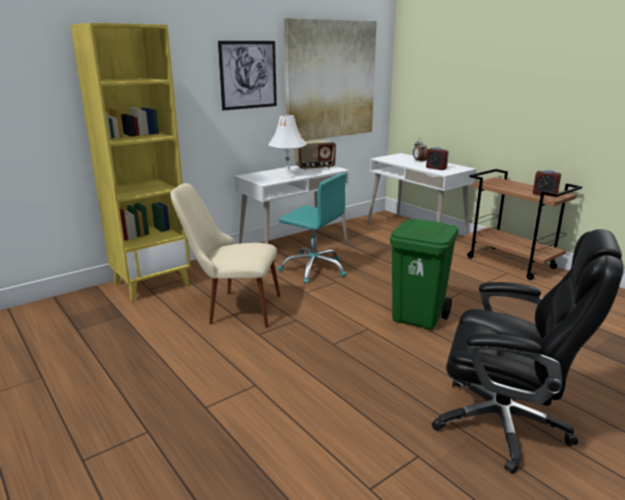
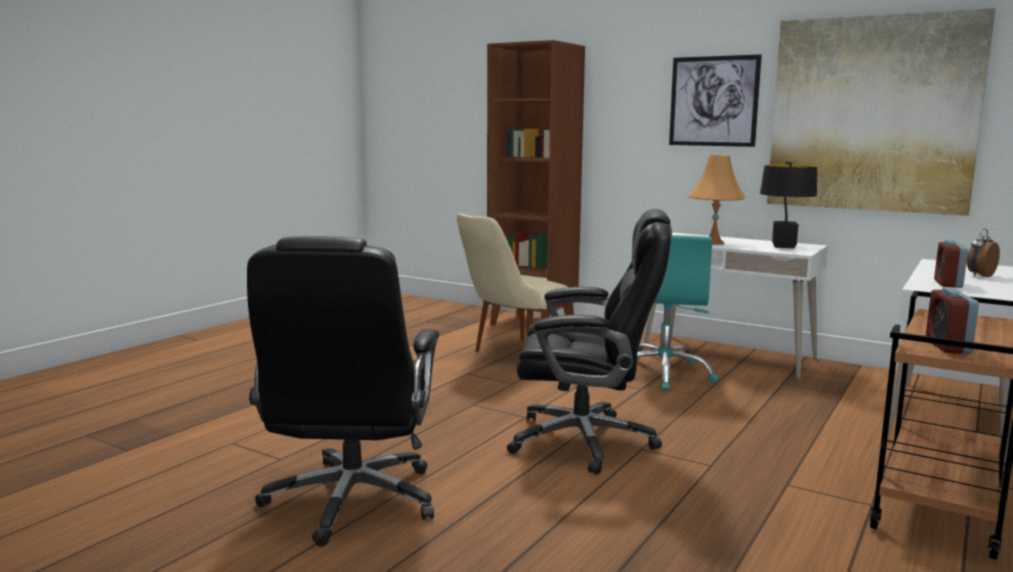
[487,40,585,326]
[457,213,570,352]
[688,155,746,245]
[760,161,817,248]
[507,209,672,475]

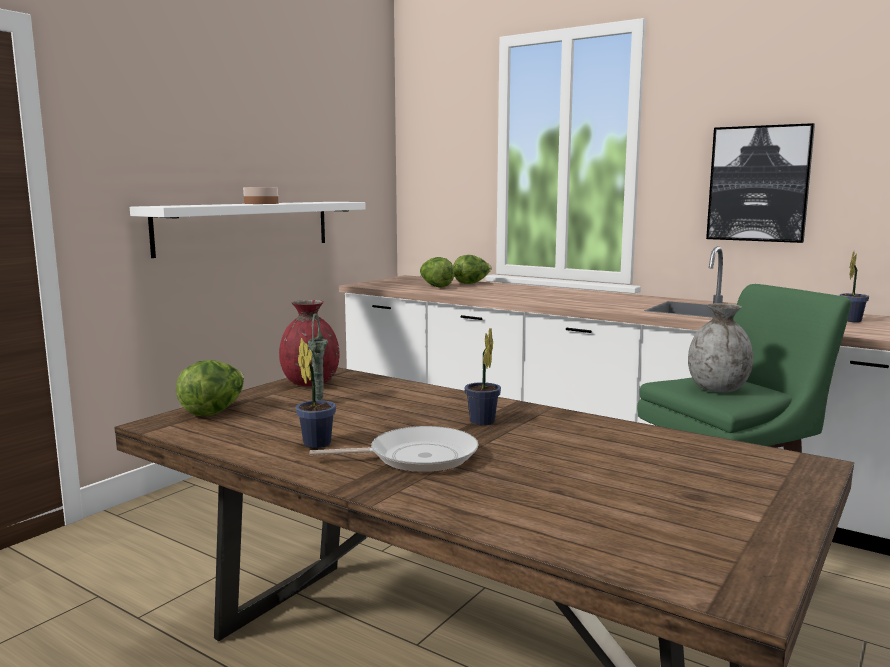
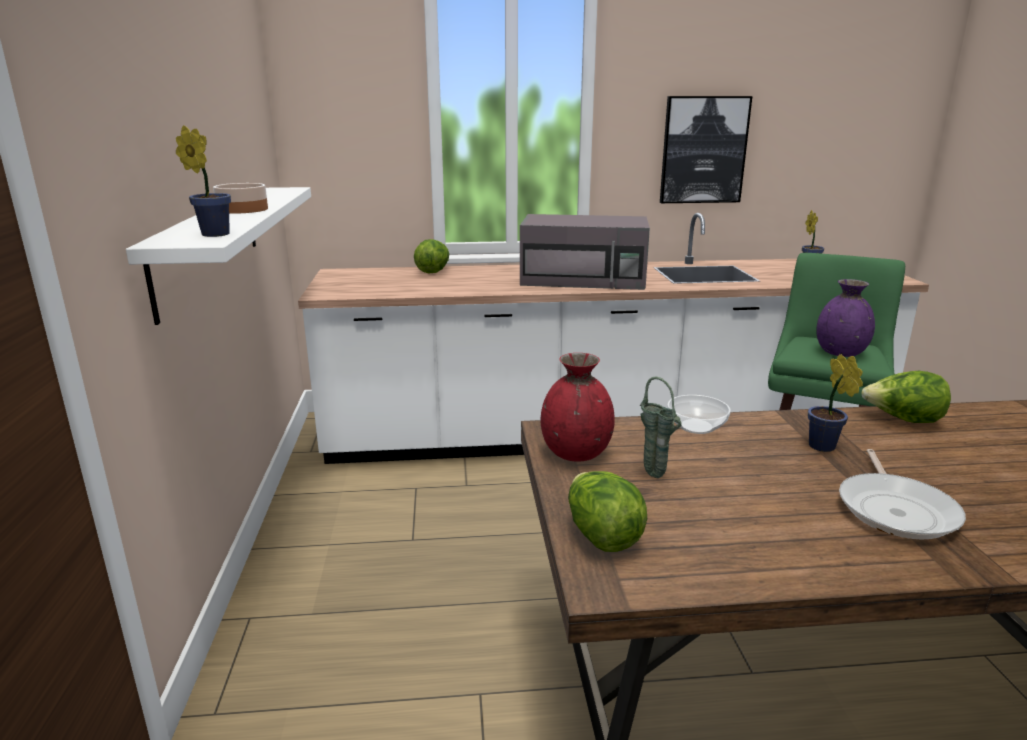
[176,125,231,237]
[839,449,966,539]
[861,371,951,423]
[816,279,875,357]
[520,214,650,290]
[667,395,731,434]

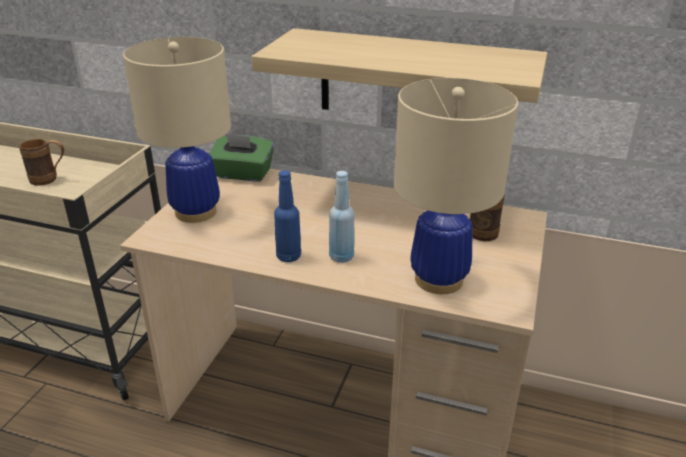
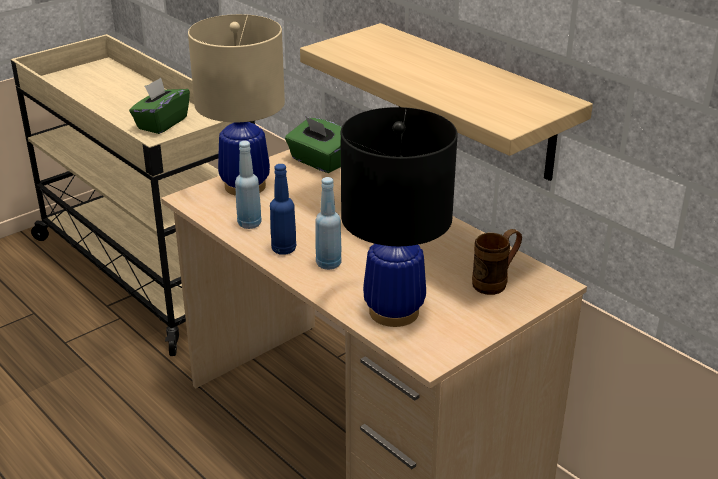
[129,78,190,134]
[341,107,458,327]
[235,141,262,229]

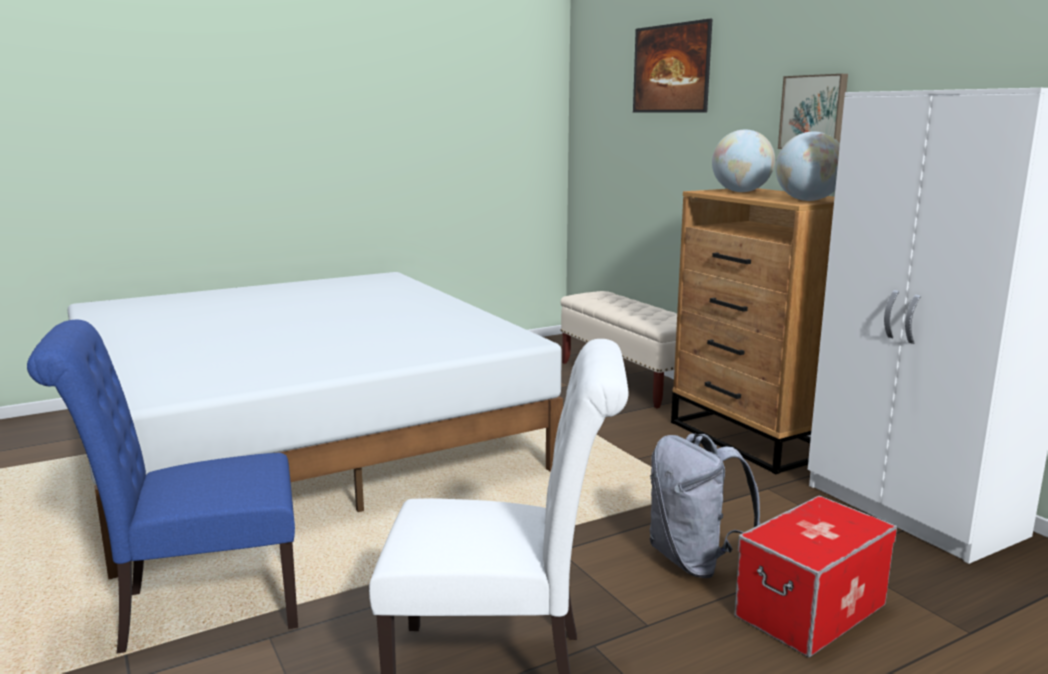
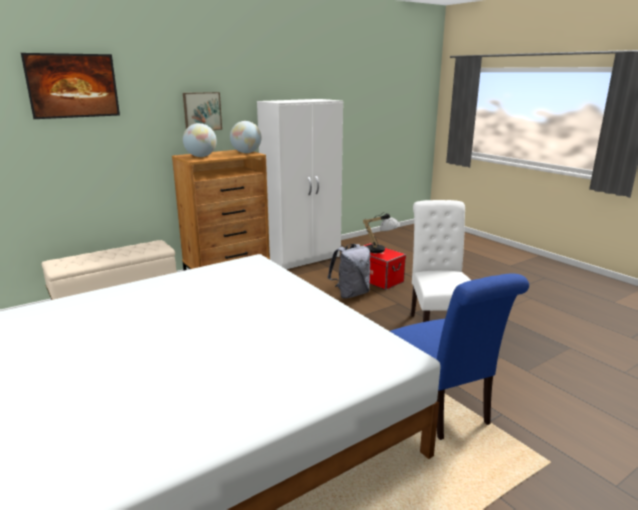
[363,212,400,253]

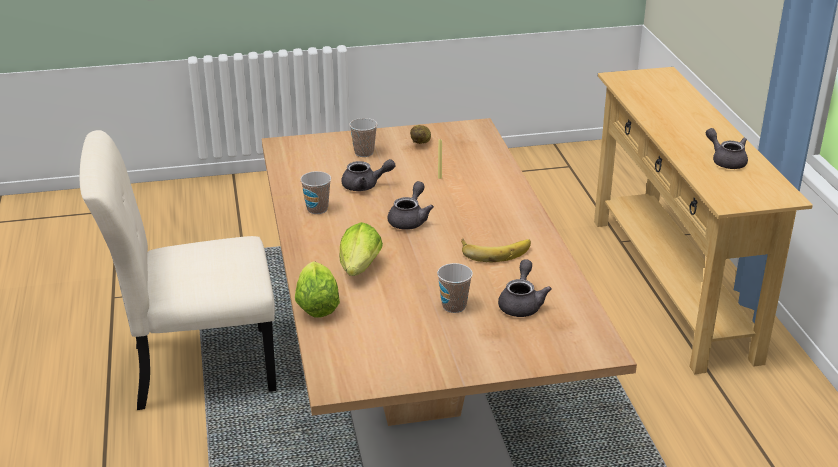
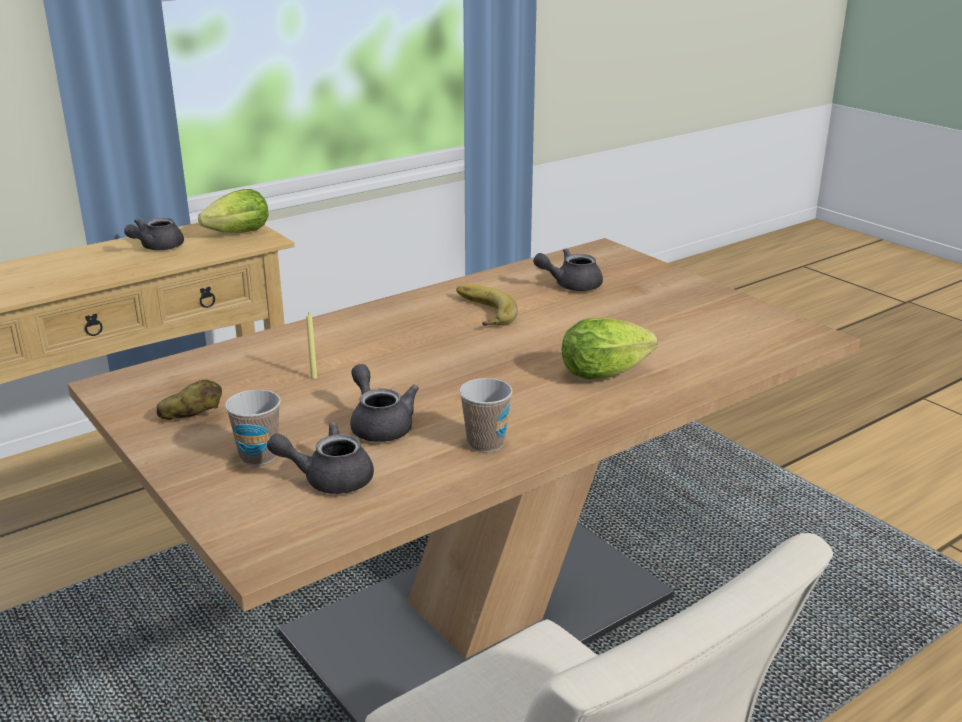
[198,189,268,233]
[267,422,374,494]
[437,263,473,313] (first image)

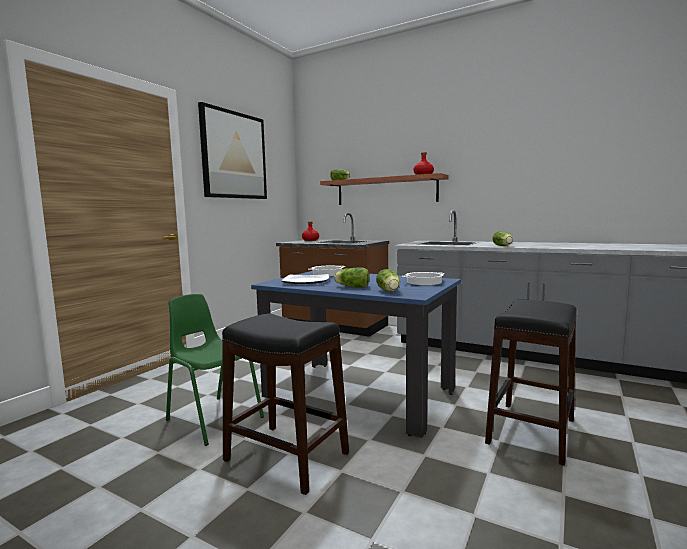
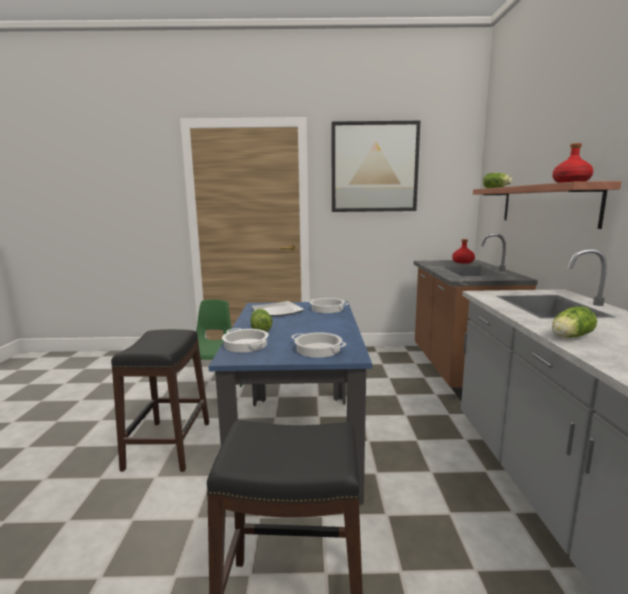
[222,328,269,352]

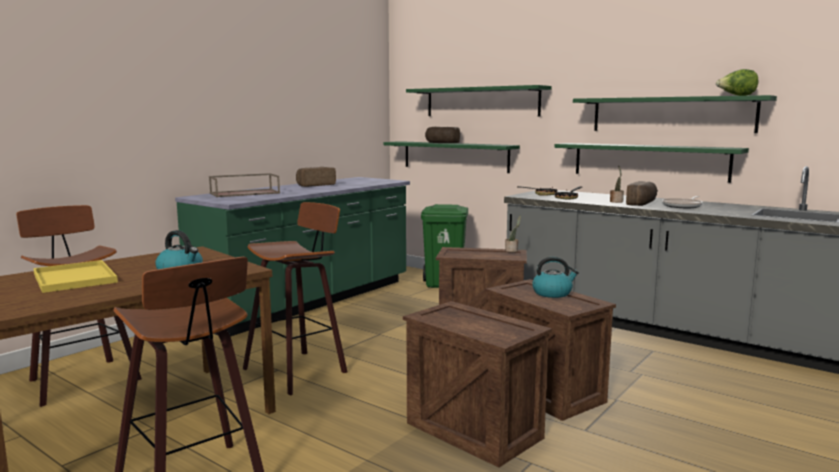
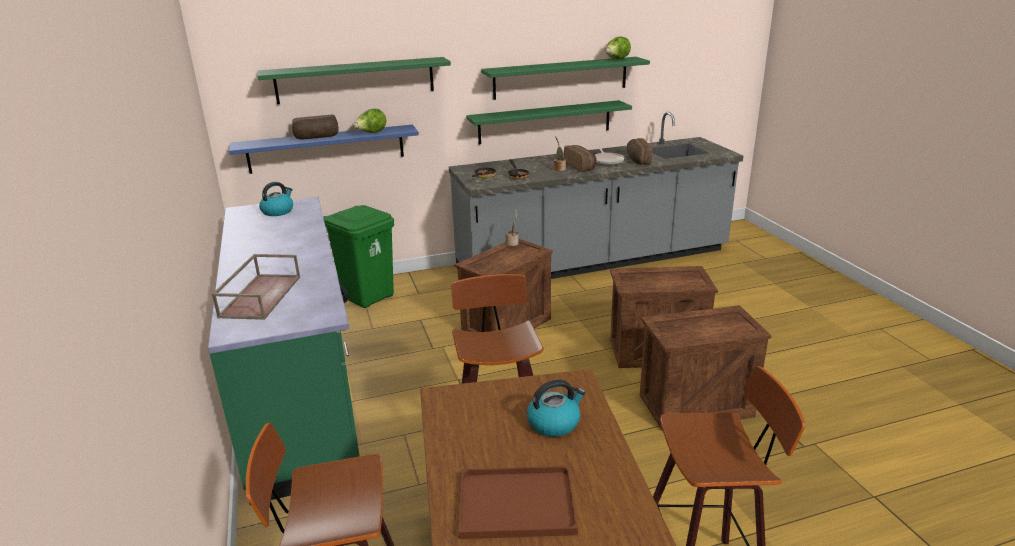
[458,466,578,539]
[627,138,652,165]
[229,125,419,174]
[259,182,293,216]
[354,109,386,133]

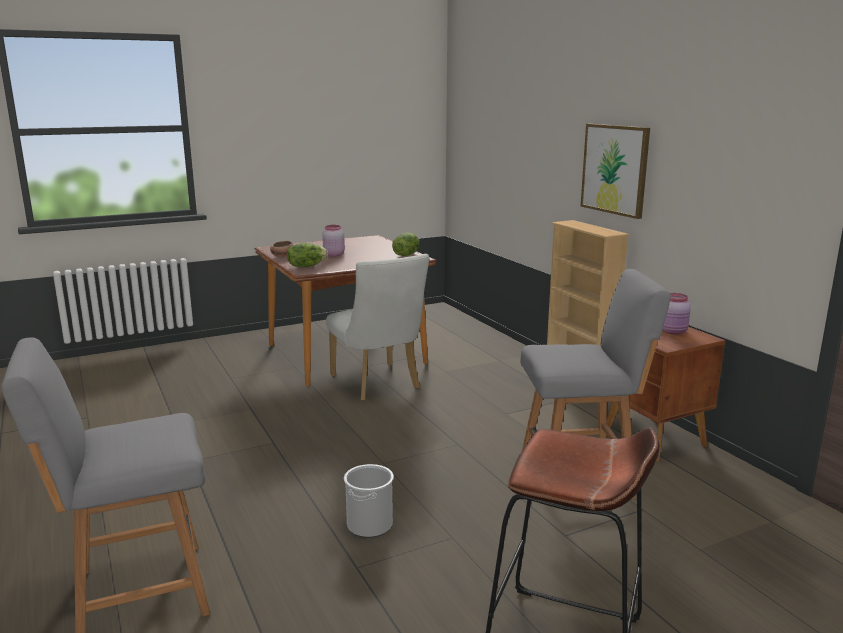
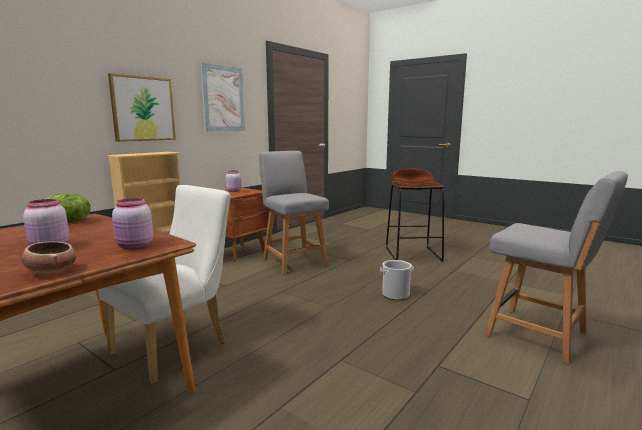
[112,198,153,250]
[200,63,245,131]

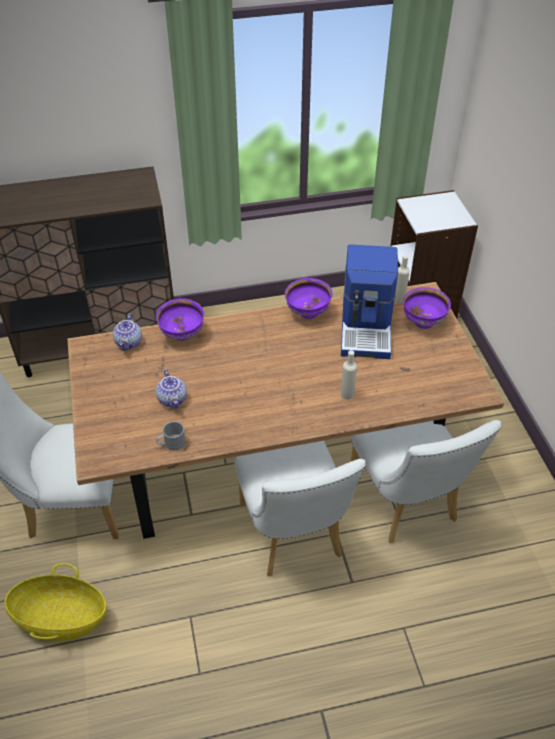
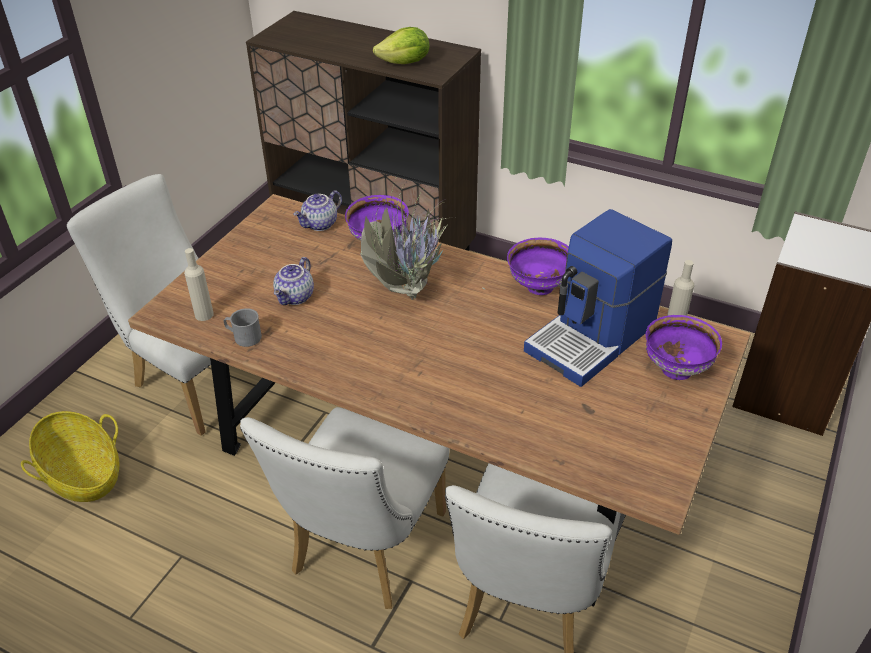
[184,248,214,321]
[360,183,486,300]
[373,27,429,64]

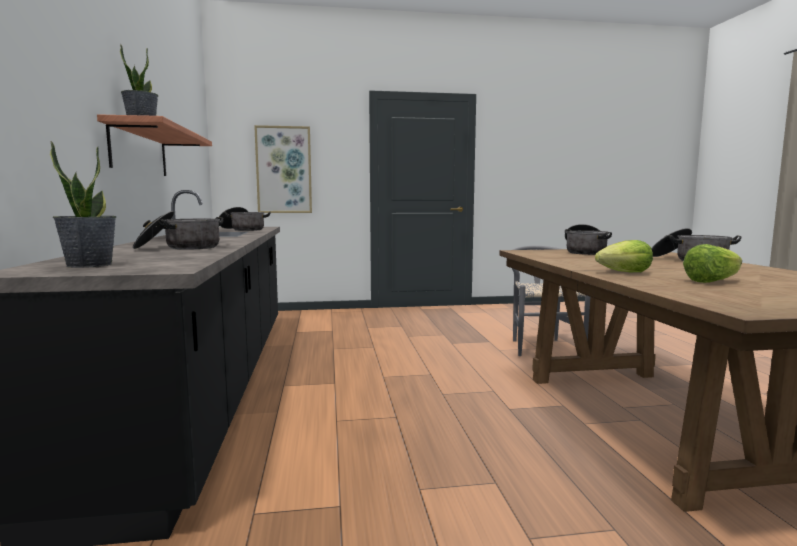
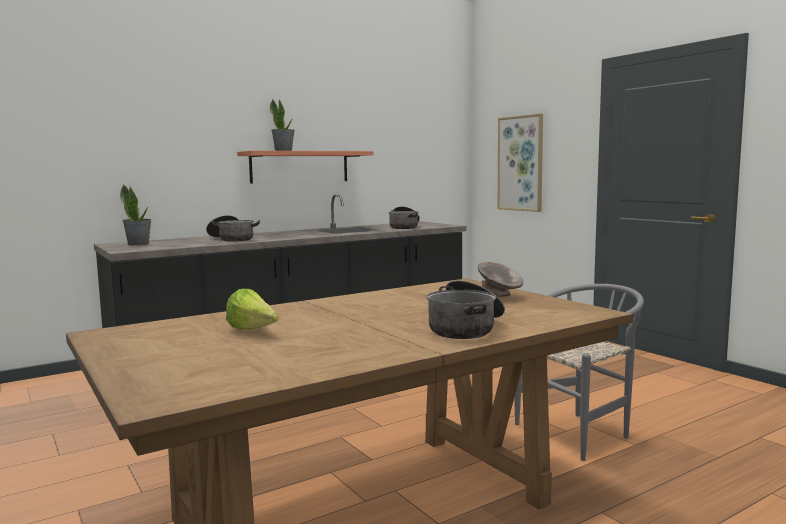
[478,262,523,297]
[595,240,653,273] (first image)

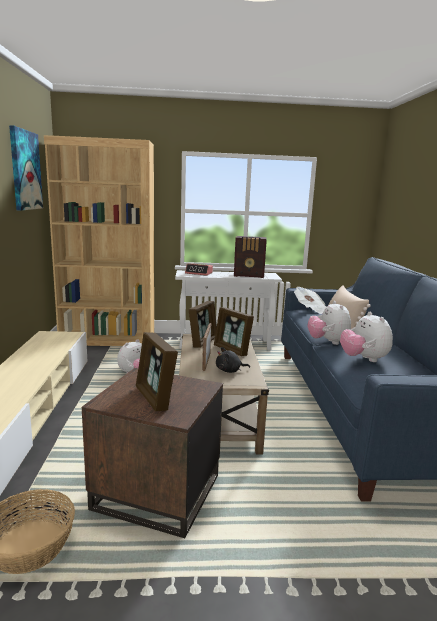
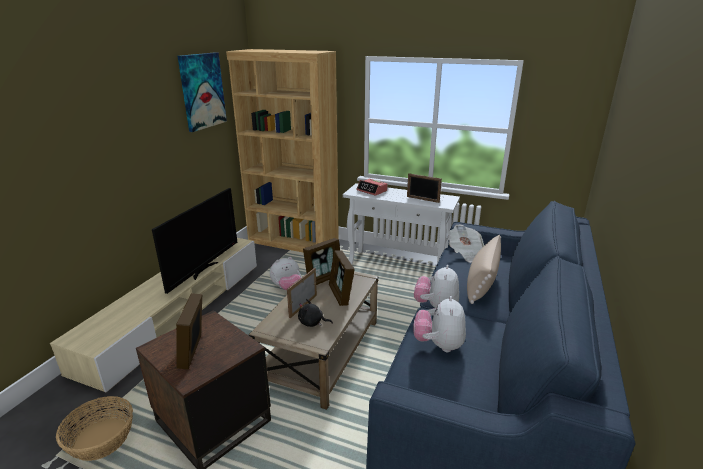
[407,173,442,203]
[152,188,237,294]

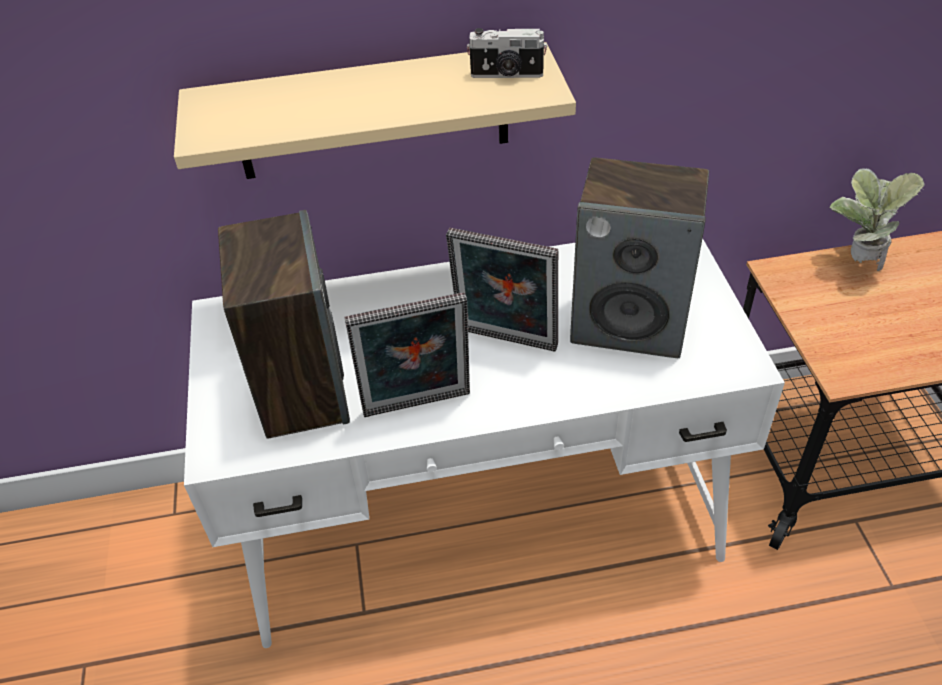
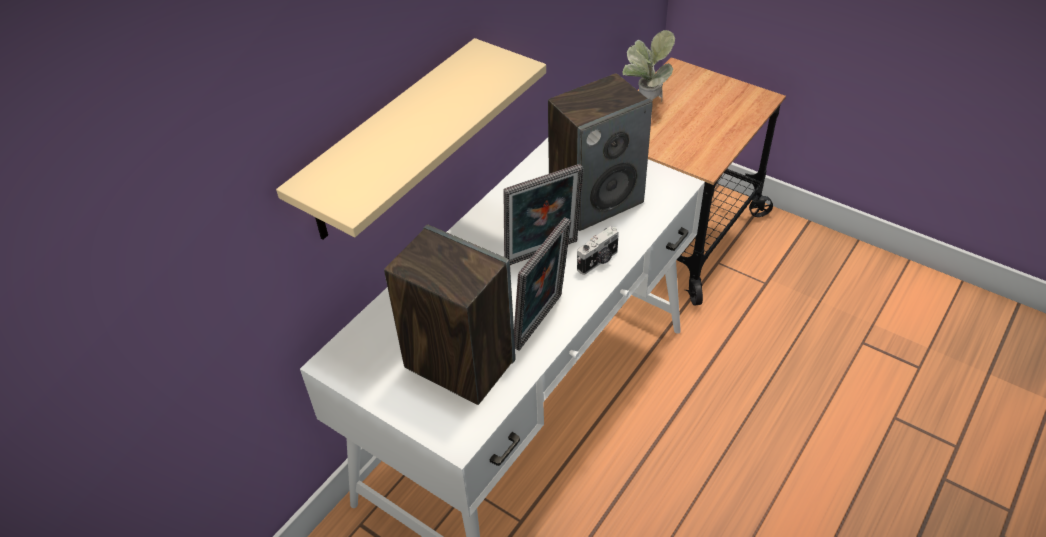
[577,226,619,275]

